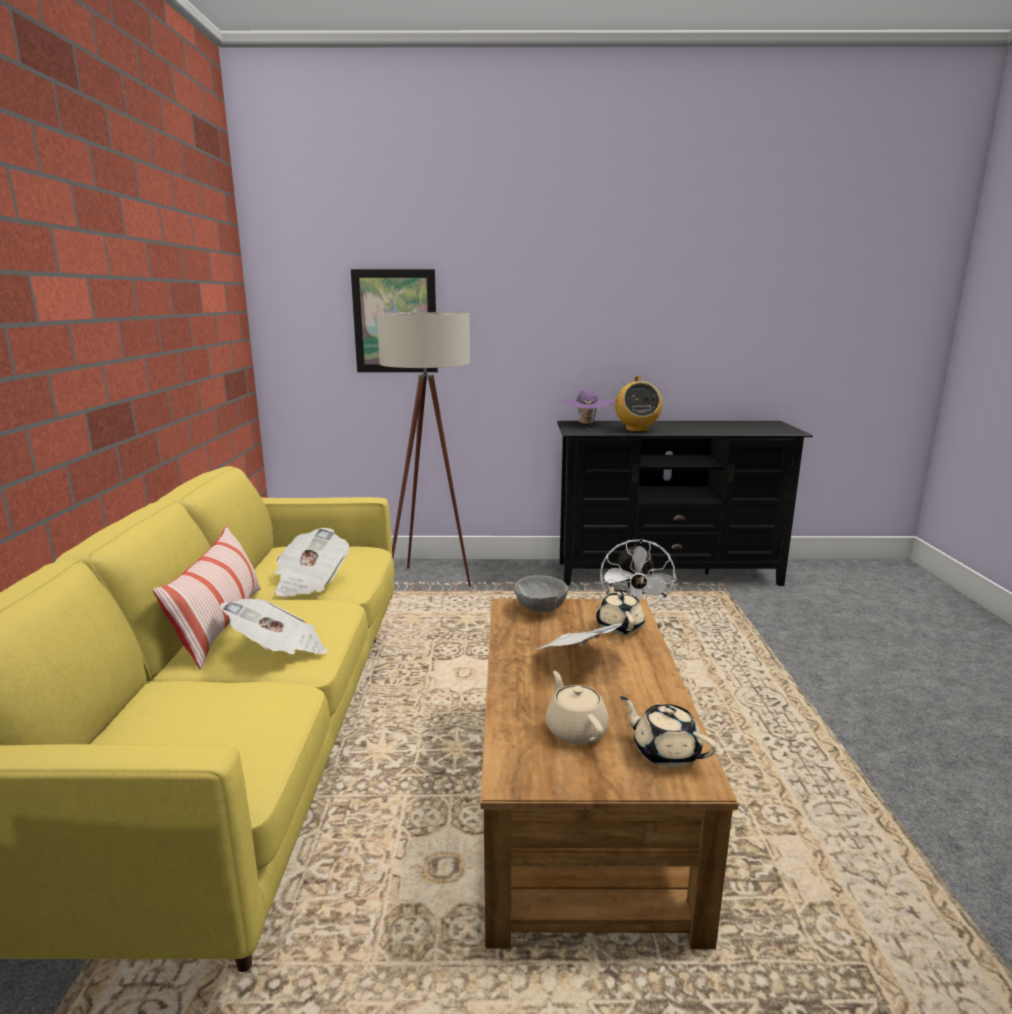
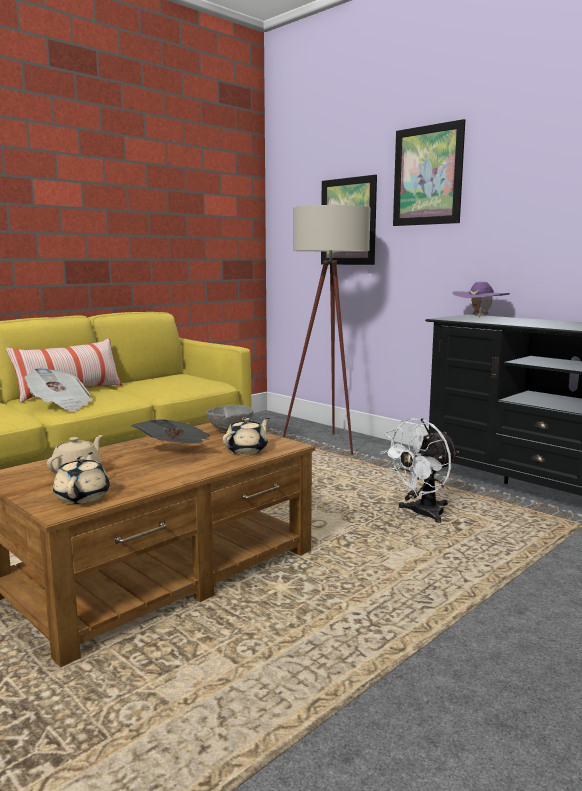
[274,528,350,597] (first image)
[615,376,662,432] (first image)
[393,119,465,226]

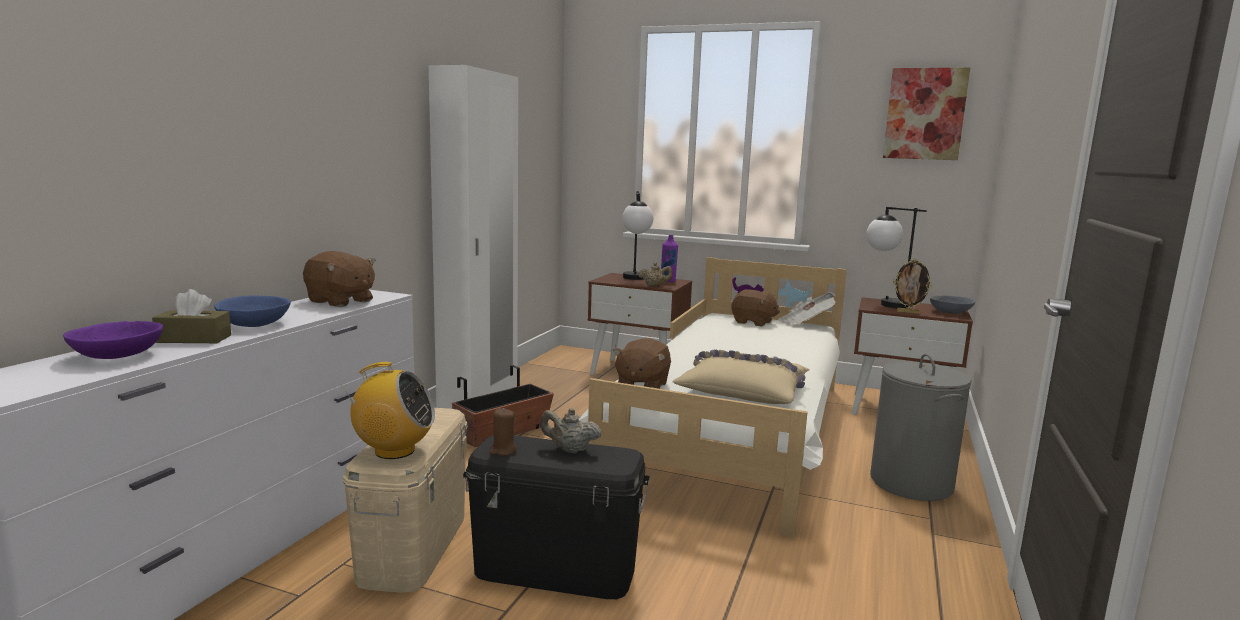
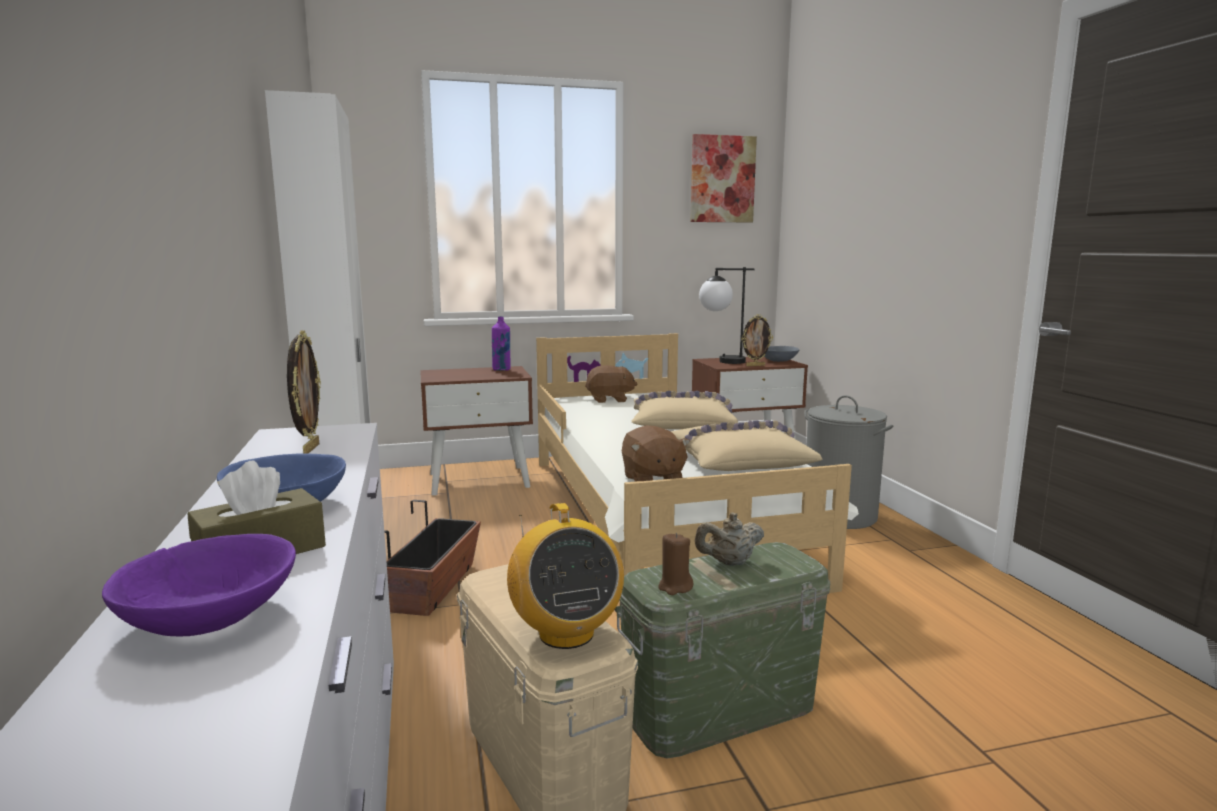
[287,330,321,454]
[507,503,624,649]
[615,542,830,758]
[622,191,653,280] (first image)
[638,262,673,287] (first image)
[778,292,836,324] (first image)
[631,391,738,429]

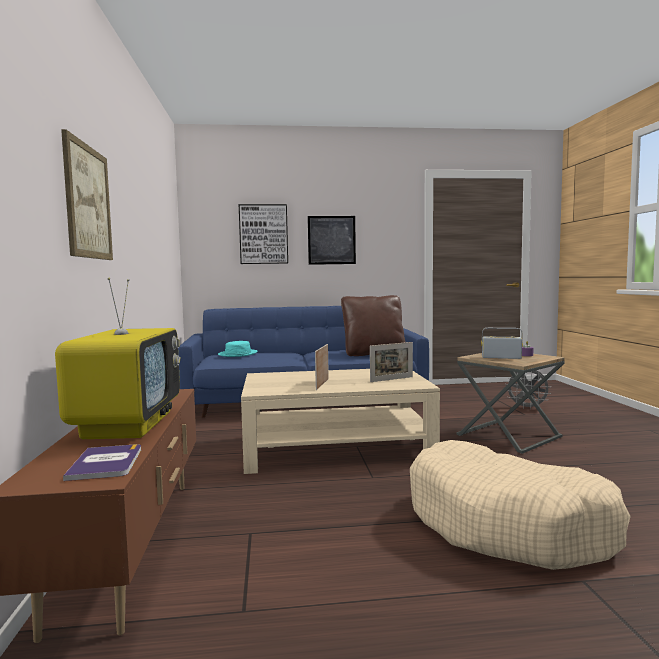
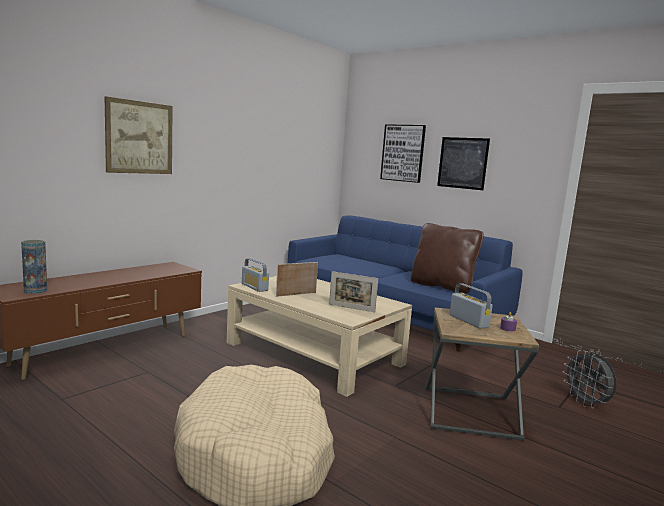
[55,277,181,439] (first image)
[21,240,47,294]
[218,341,258,357] (first image)
[242,258,269,292]

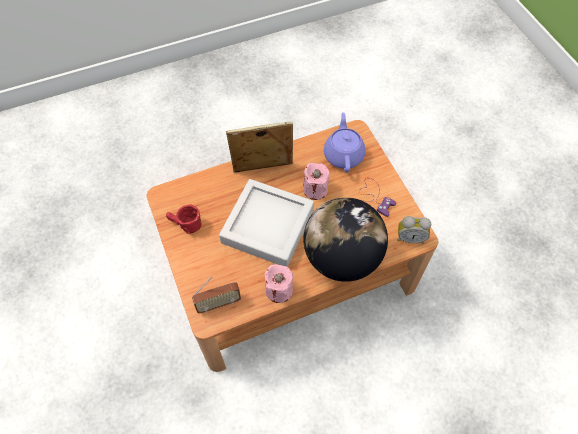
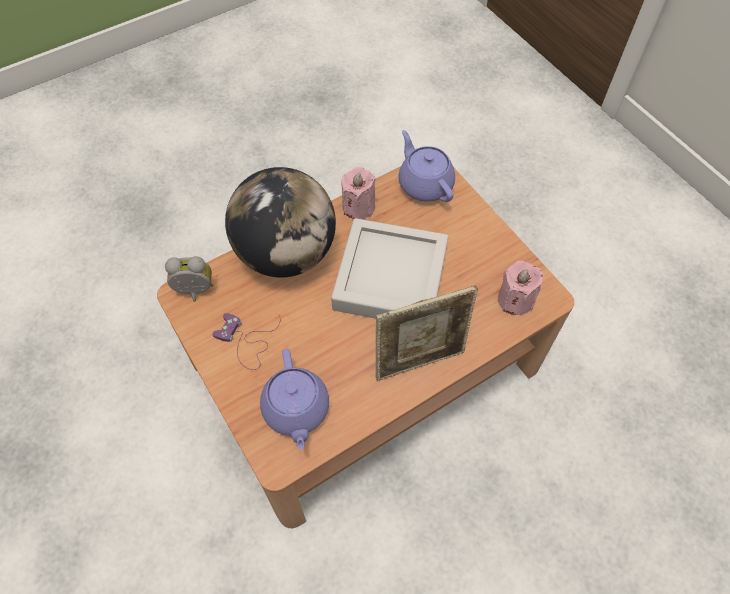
[166,204,201,234] (first image)
[399,130,455,202]
[498,261,543,315]

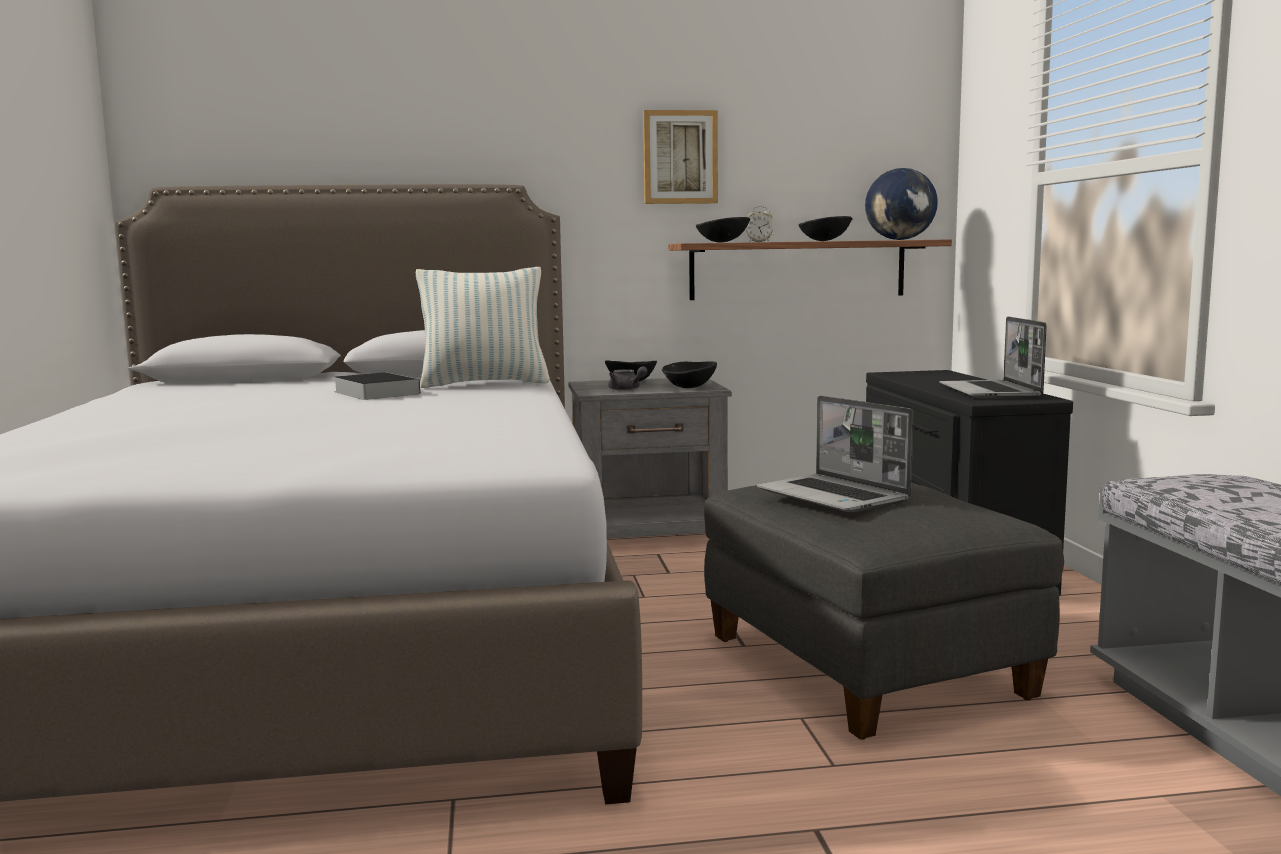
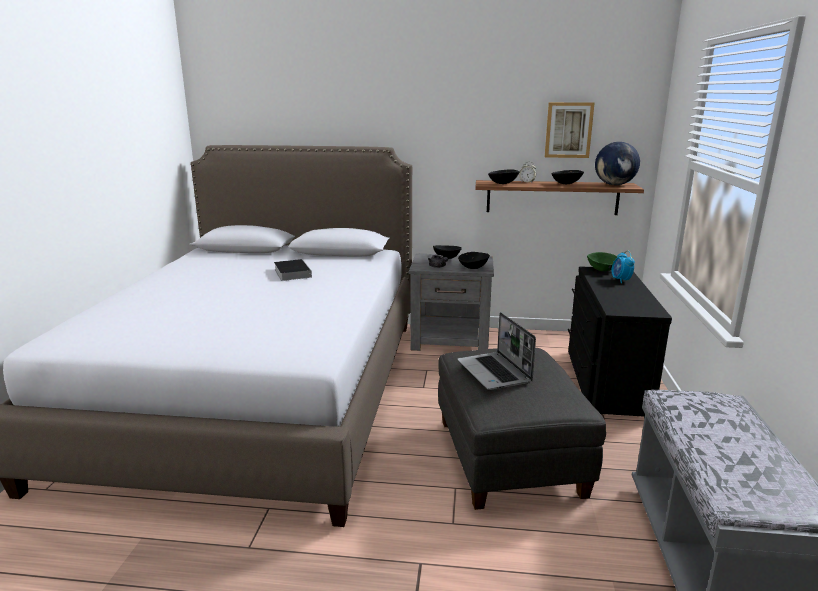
[416,267,550,388] (first image)
[545,102,595,158]
[939,316,1047,399] (first image)
[587,252,617,271]
[612,251,635,283]

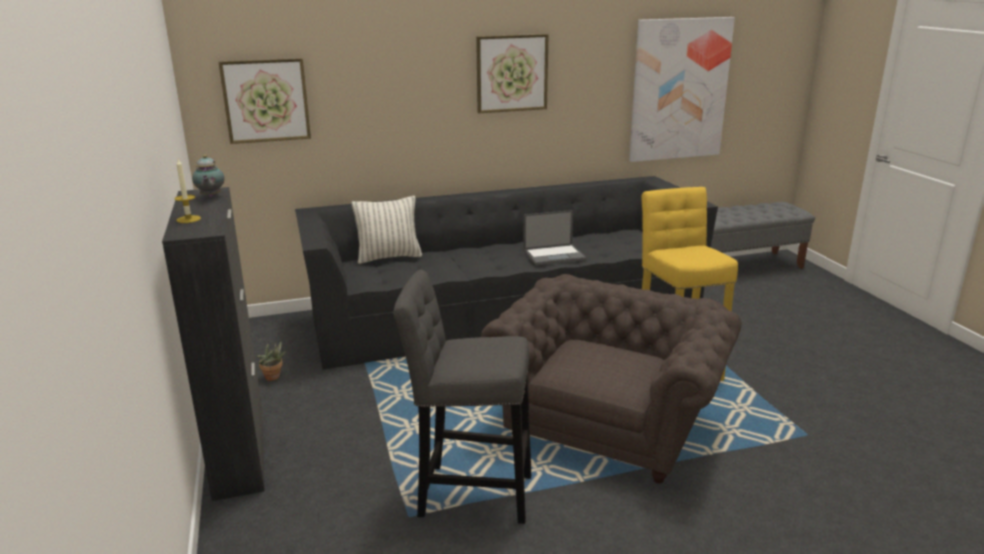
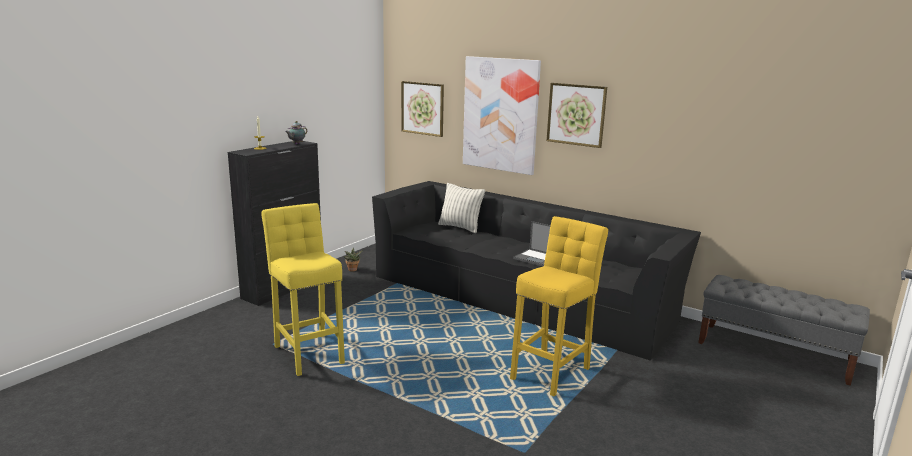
[261,203,345,376]
[481,274,742,484] (first image)
[463,56,541,175]

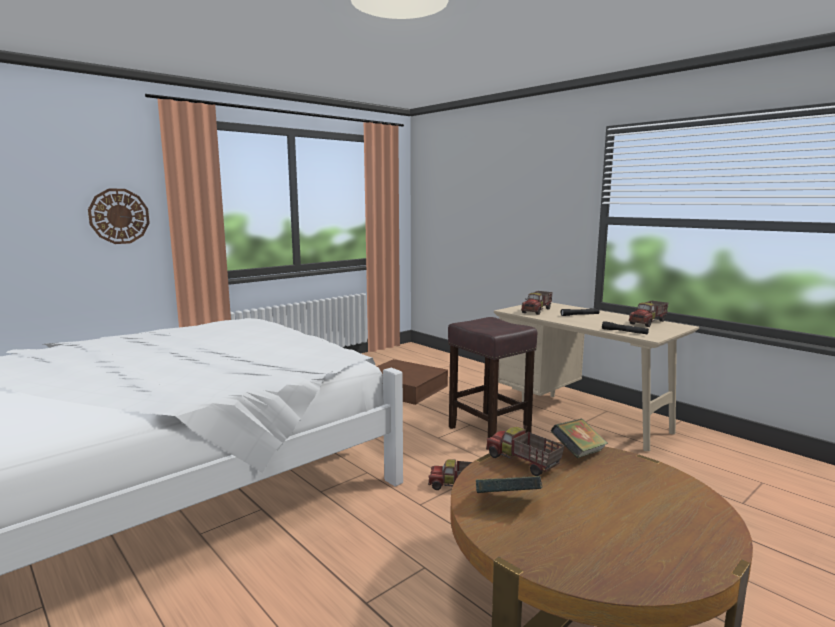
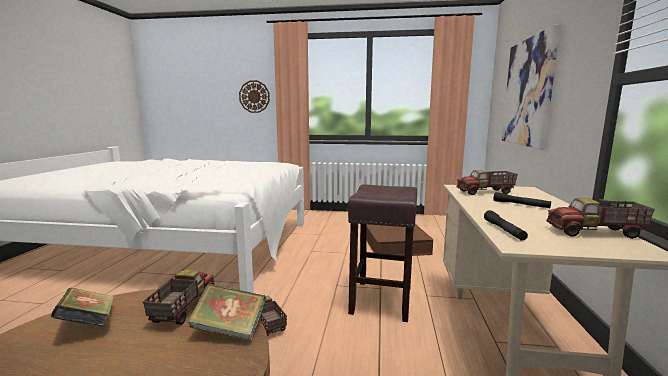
[502,24,560,149]

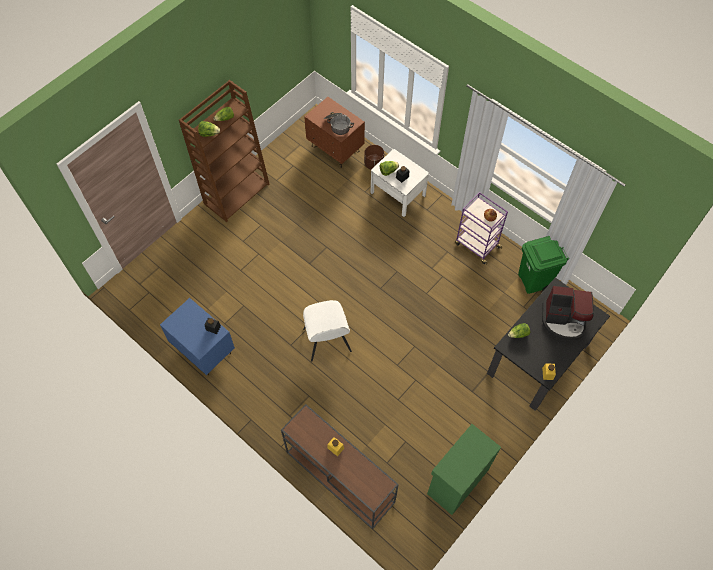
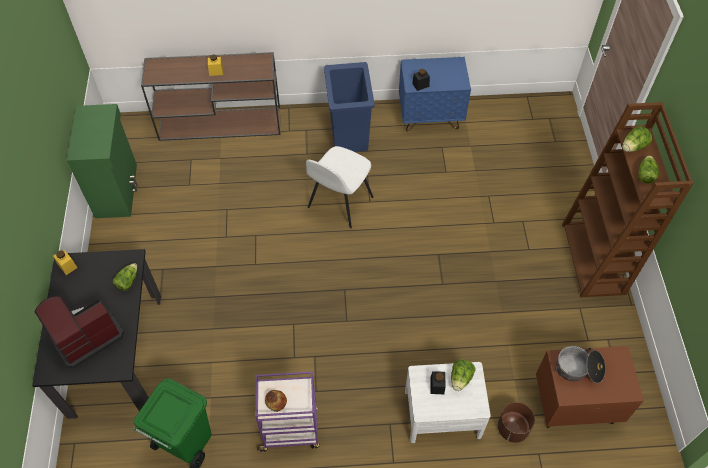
[306,146,373,229]
[324,62,374,152]

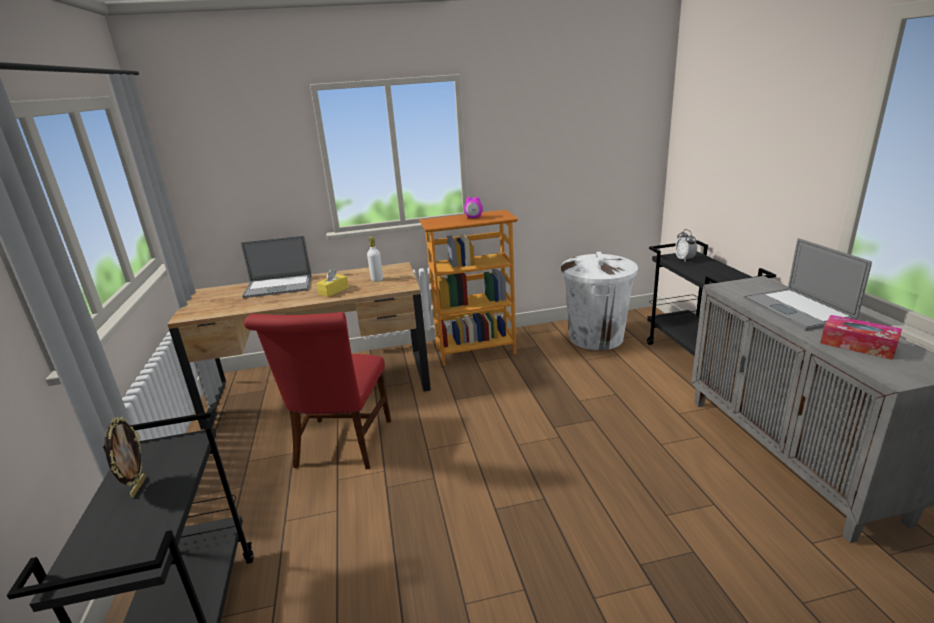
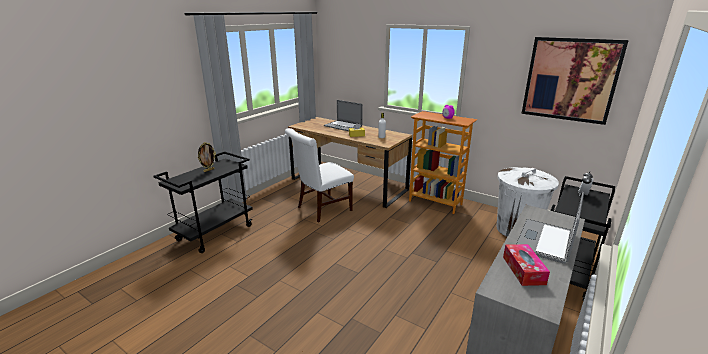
[285,128,354,222]
[521,37,629,125]

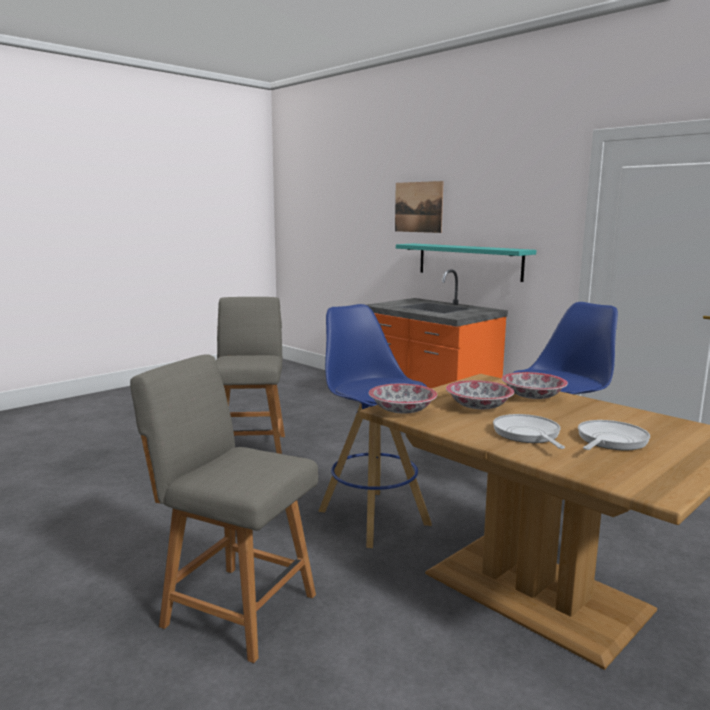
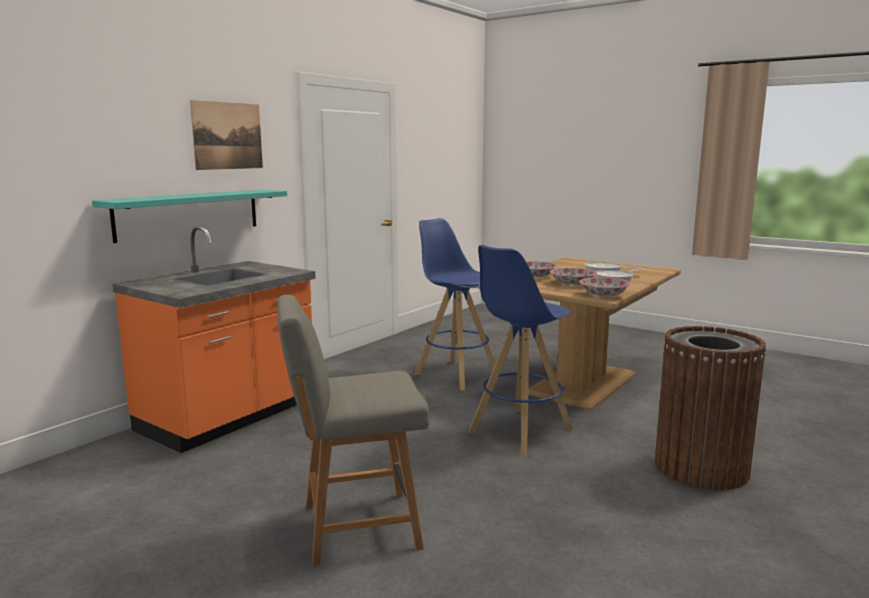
[655,326,766,490]
[190,100,263,170]

